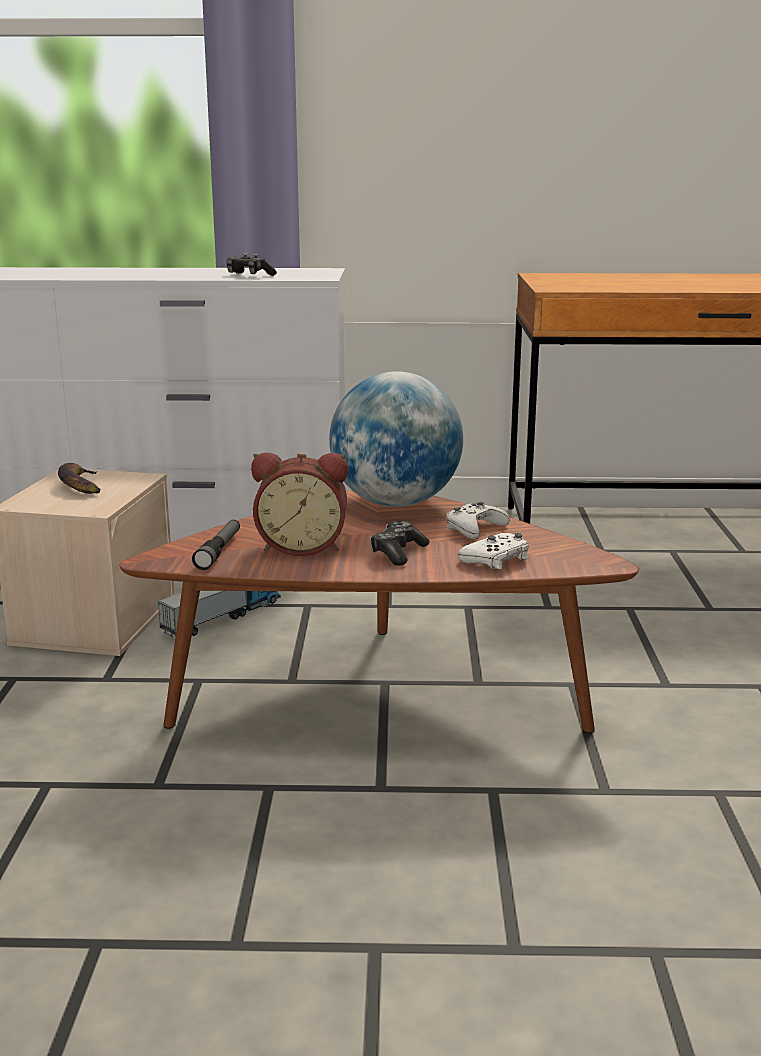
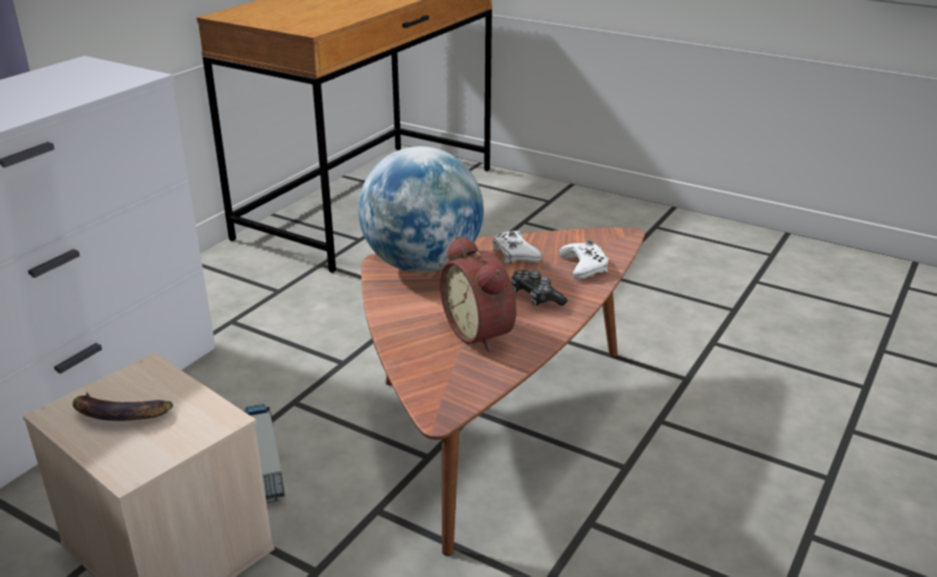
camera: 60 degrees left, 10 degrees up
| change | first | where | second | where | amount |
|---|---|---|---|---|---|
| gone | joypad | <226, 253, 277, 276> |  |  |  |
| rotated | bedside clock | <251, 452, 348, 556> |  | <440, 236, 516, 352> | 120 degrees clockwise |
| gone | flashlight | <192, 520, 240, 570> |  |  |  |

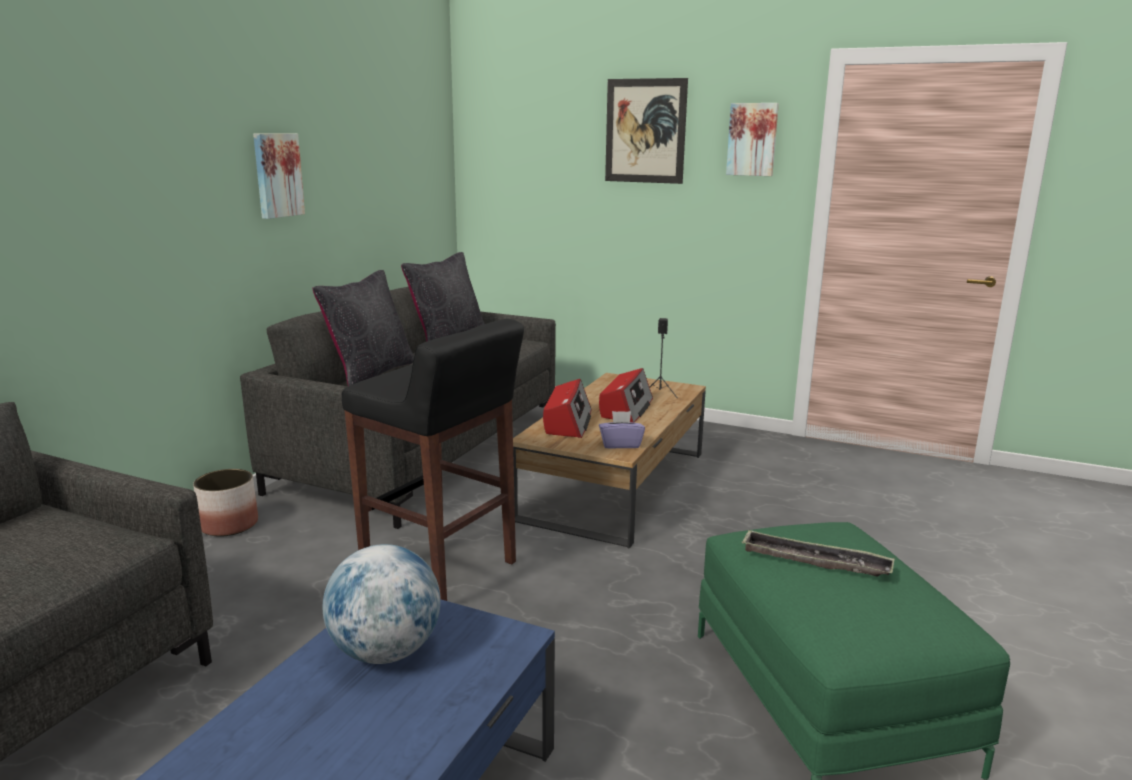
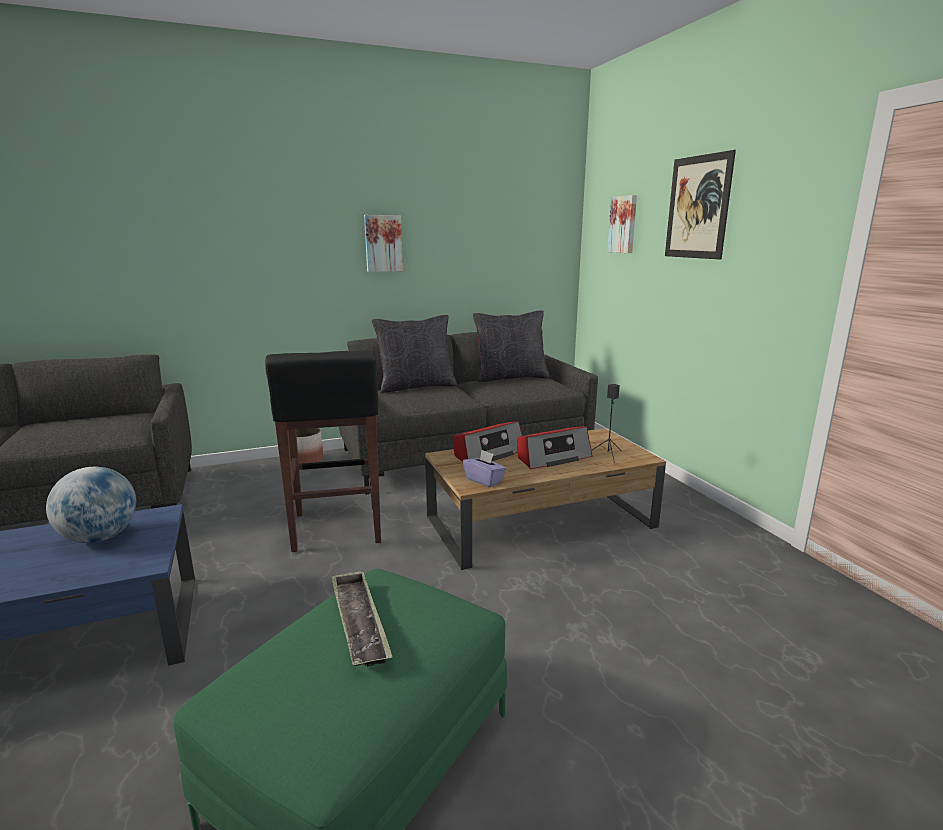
camera: 45 degrees right, 0 degrees up
| change | first | where | second | where | amount |
|---|---|---|---|---|---|
| shifted | wall art | <726, 103, 779, 176> |  | <607, 195, 637, 253> |  |

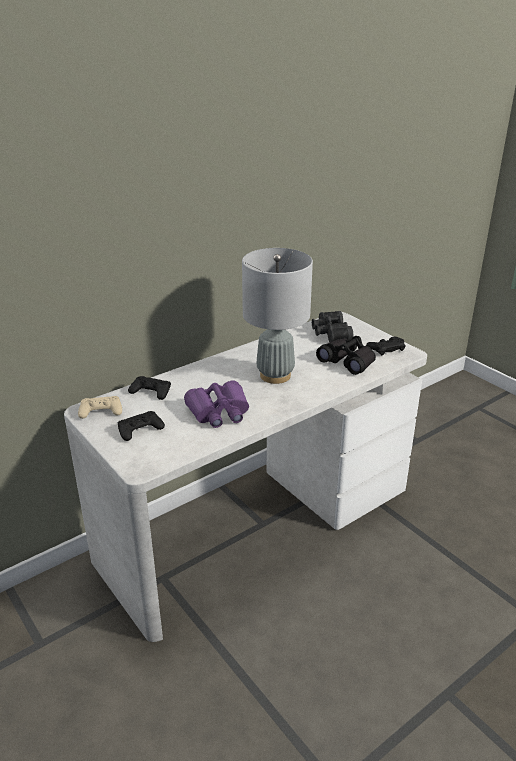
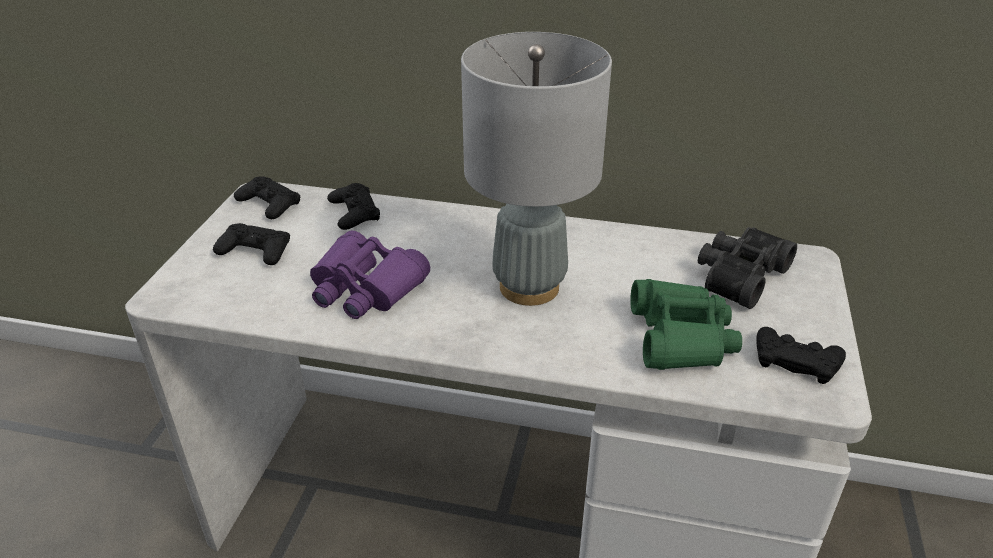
camera: 50 degrees right, 5 degrees up
| change | first | where | second | where | amount |
|---|---|---|---|---|---|
| repainted | black-coloured field glasses | <316, 336, 376, 375> | green-coloured field glasses | <630, 279, 742, 370> |  |
| repainted | beige joypad | <78, 396, 122, 419> | black-coloured joypad | <234, 177, 300, 219> |  |

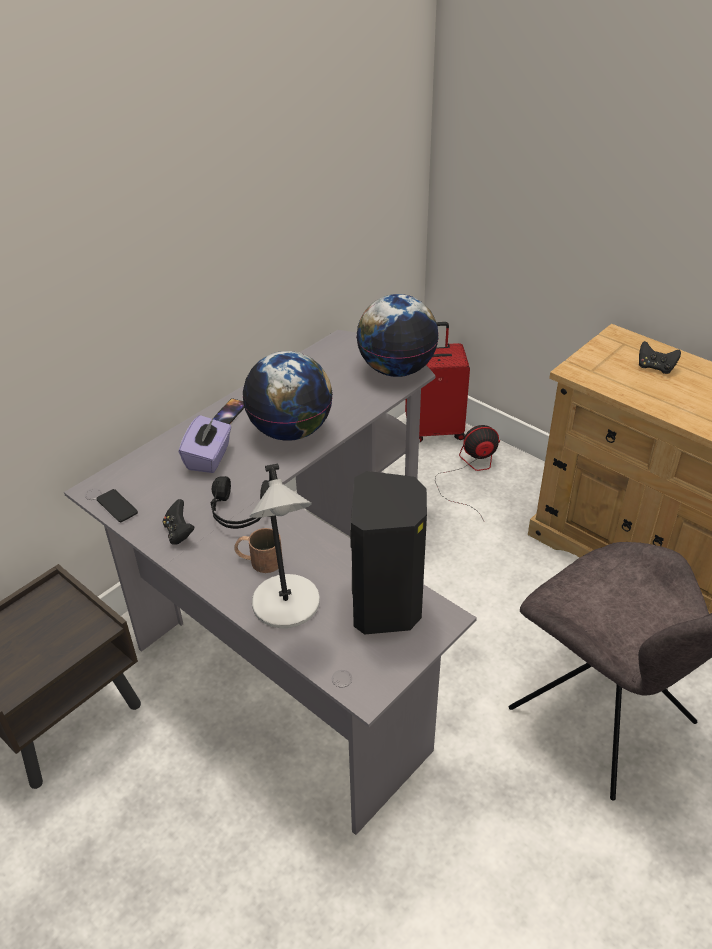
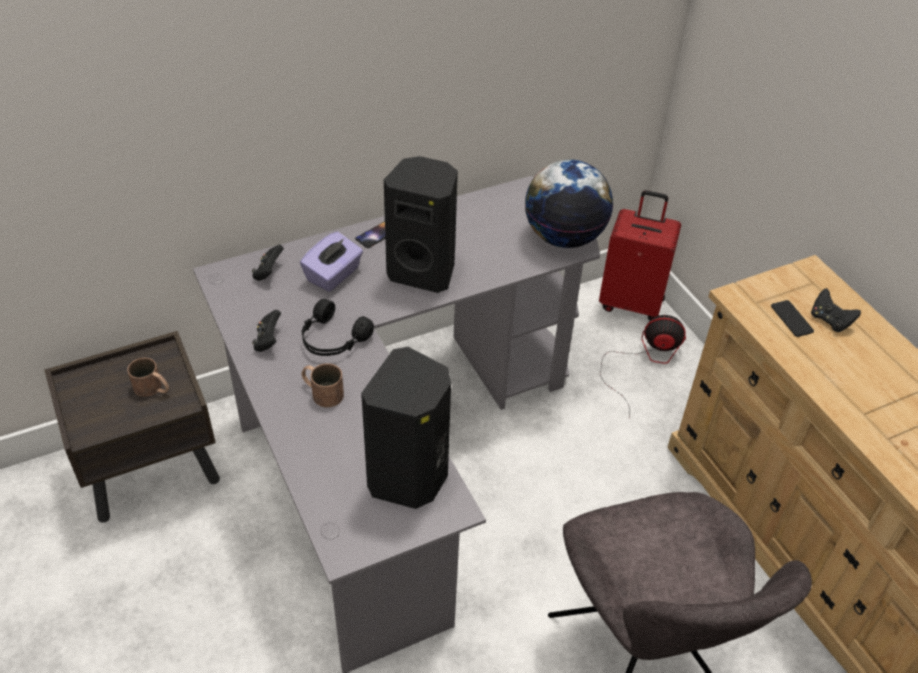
camera: 20 degrees right, 5 degrees up
| change | first | where | second | where | amount |
|---|---|---|---|---|---|
| swapped | desk globe | <243, 351, 333, 441> | black-coloured audio speaker | <384, 156, 458, 293> |  |
| gone | gray lamp for a table | <250, 464, 320, 628> |  |  |  |
| shifted | telephone | <96, 489, 138, 522> |  | <771, 300, 814, 337> |  |
| new |  |  | black-coloured joypad | <251, 245, 284, 281> |  |
| new |  |  | brown-coloured coffee mug | <127, 358, 169, 397> |  |

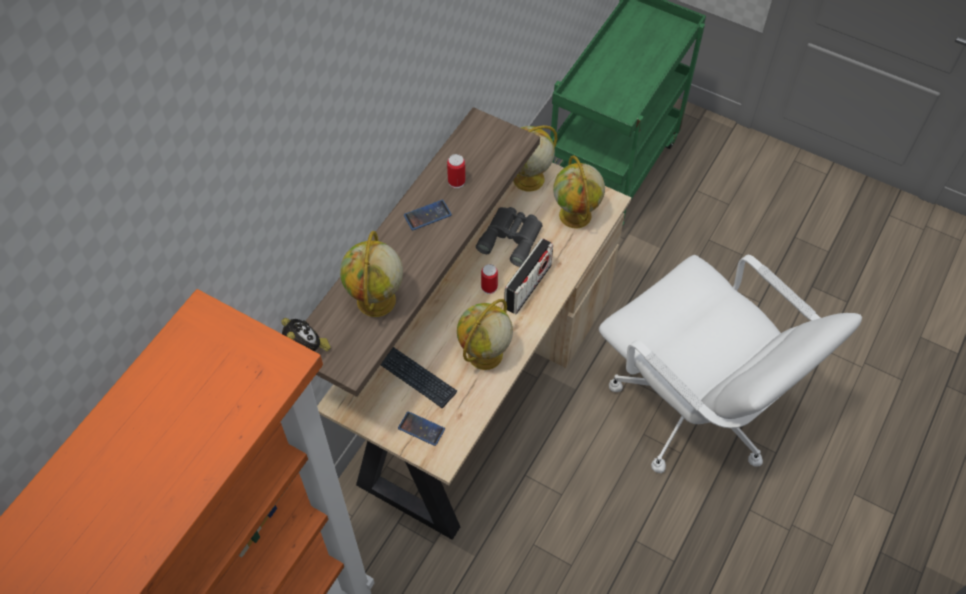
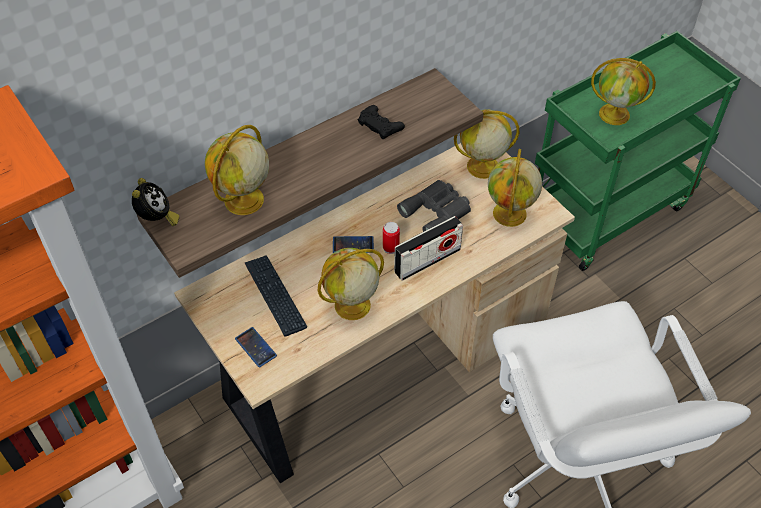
camera: 25 degrees right, 5 degrees down
| change | first | where | second | where | amount |
|---|---|---|---|---|---|
| swapped | metal can | <447, 154, 465, 188> | black-coloured joypad | <358, 105, 405, 140> |  |
| shifted | telephone | <404, 200, 452, 230> |  | <333, 236, 374, 253> |  |
| new |  |  | desk globe | <591, 58, 656, 125> |  |

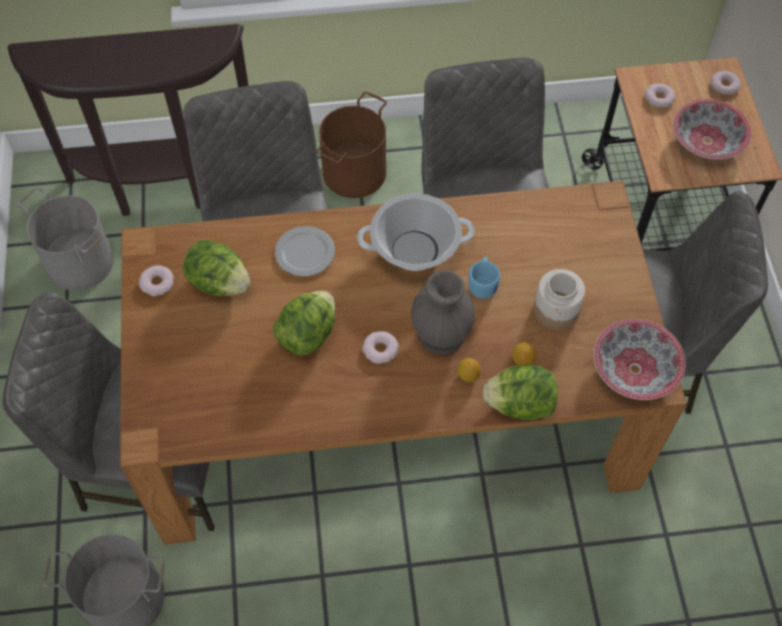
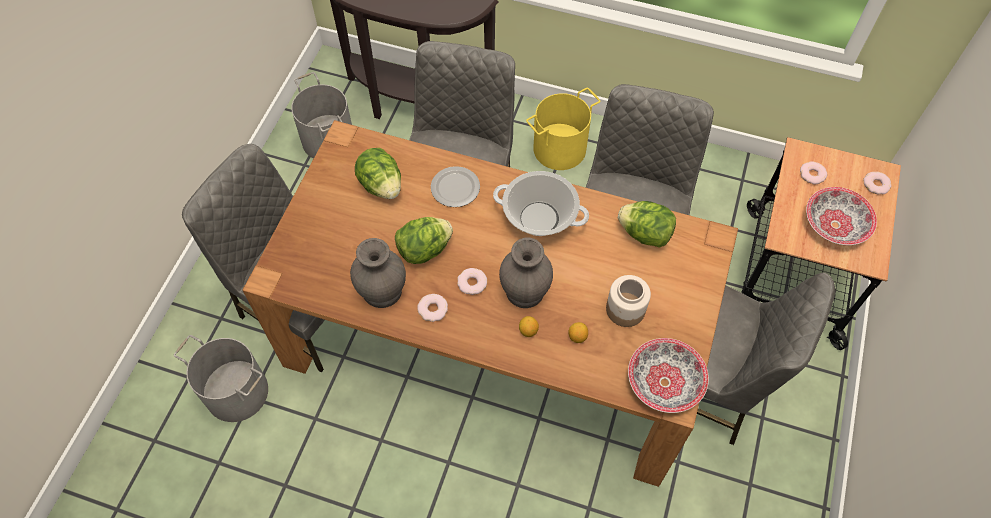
camera: 25 degrees right, 0 degrees up
| change | first | where | second | where | amount |
|---|---|---|---|---|---|
| repainted | brown-coloured bucket | <317, 92, 387, 198> | yellowish bucket | <526, 88, 600, 170> |  |
| gone | blue-coloured coffee mug | <468, 257, 500, 298> |  |  |  |
| shifted | doughnut | <139, 265, 174, 296> |  | <417, 294, 448, 322> |  |
| shifted | lettuce head | <483, 365, 558, 421> |  | <618, 201, 676, 248> |  |
| new |  |  | gray flower vase | <350, 238, 406, 308> |  |

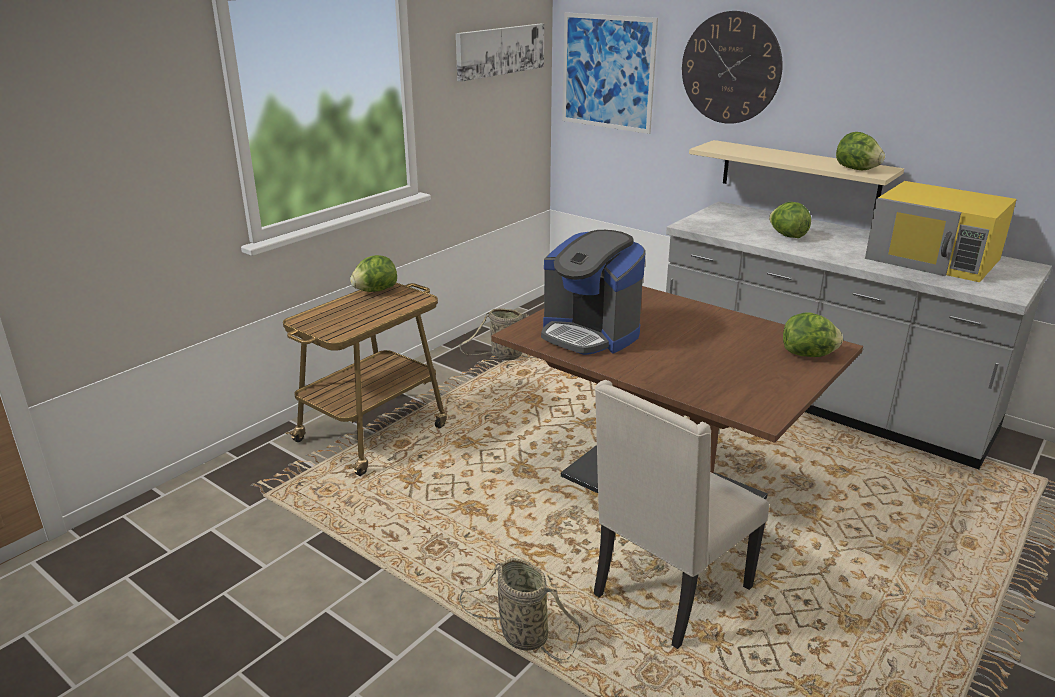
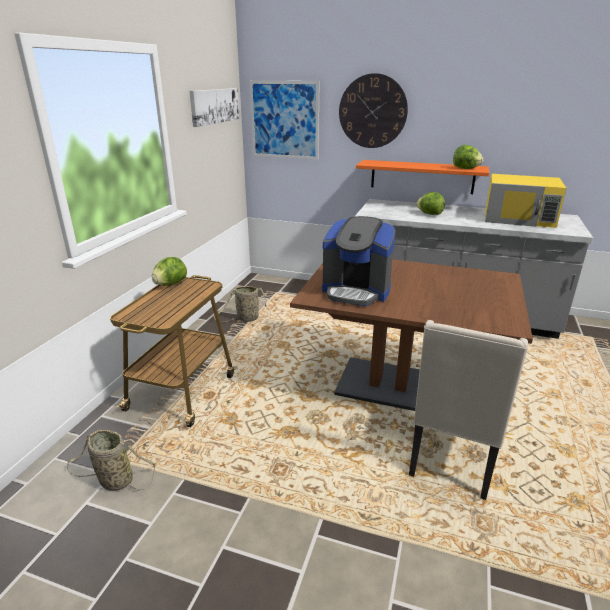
camera: 20 degrees left, 0 degrees up
| change | first | where | second | where | amount |
|---|---|---|---|---|---|
| repainted | beige wall shelf | <689, 140, 904, 208> | orangey wall shelf | <356, 160, 489, 194> |  |
| gone | lettuce head | <783, 313, 843, 357> |  |  |  |
| shifted | basket | <460, 558, 582, 660> |  | <67, 430, 156, 491> |  |

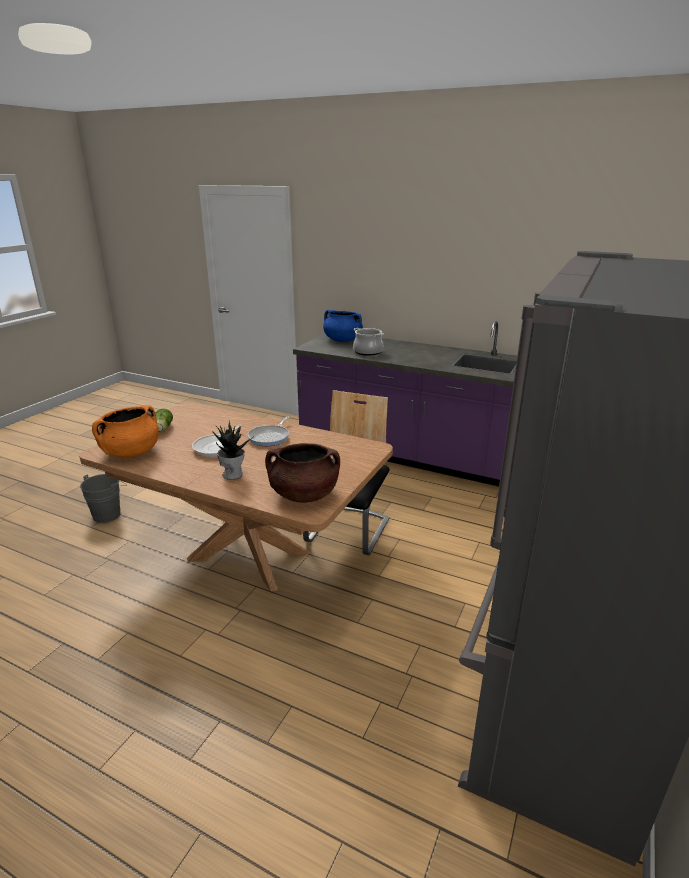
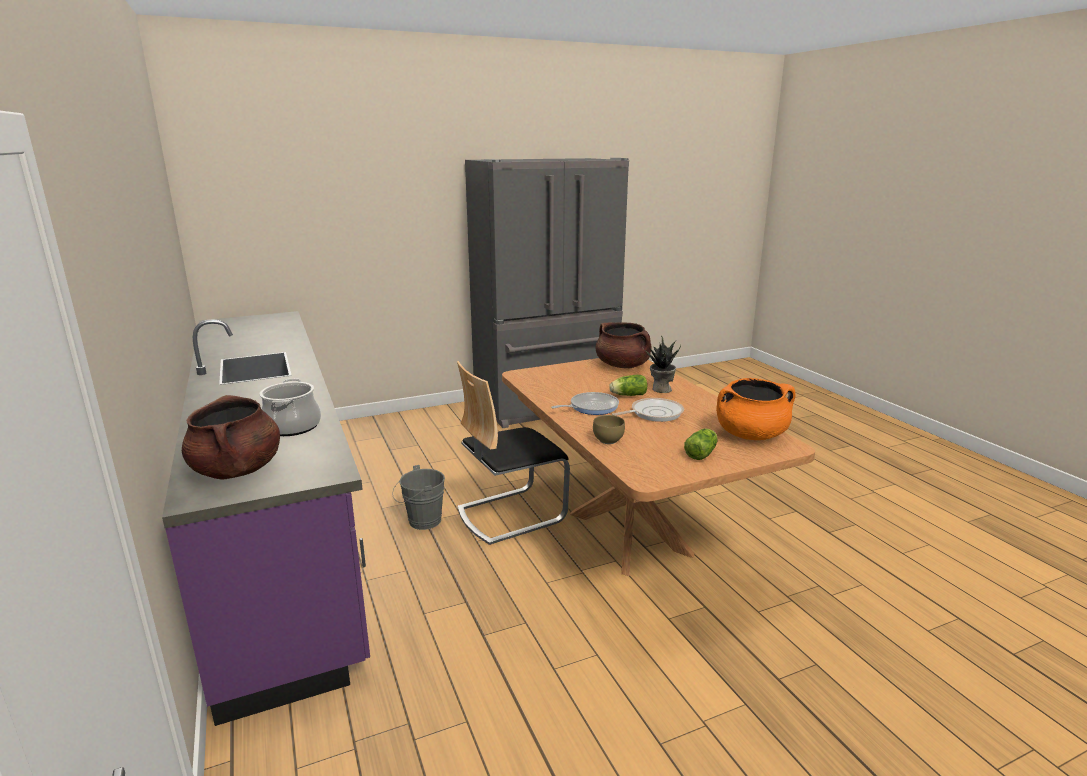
camera: 140 degrees left, 5 degrees down
| change | first | where | second | where | amount |
|---|---|---|---|---|---|
| repainted | blue-coloured saucepot | <323, 310, 363, 342> | brown-coloured saucepot | <182, 395, 280, 480> |  |
| shifted | gray bucket | <80, 474, 127, 523> |  | <392, 465, 445, 530> |  |
| new |  |  | lettuce head | <609, 375, 647, 396> |  |
| new |  |  | brown-coloured bowl | <593, 415, 625, 444> |  |

